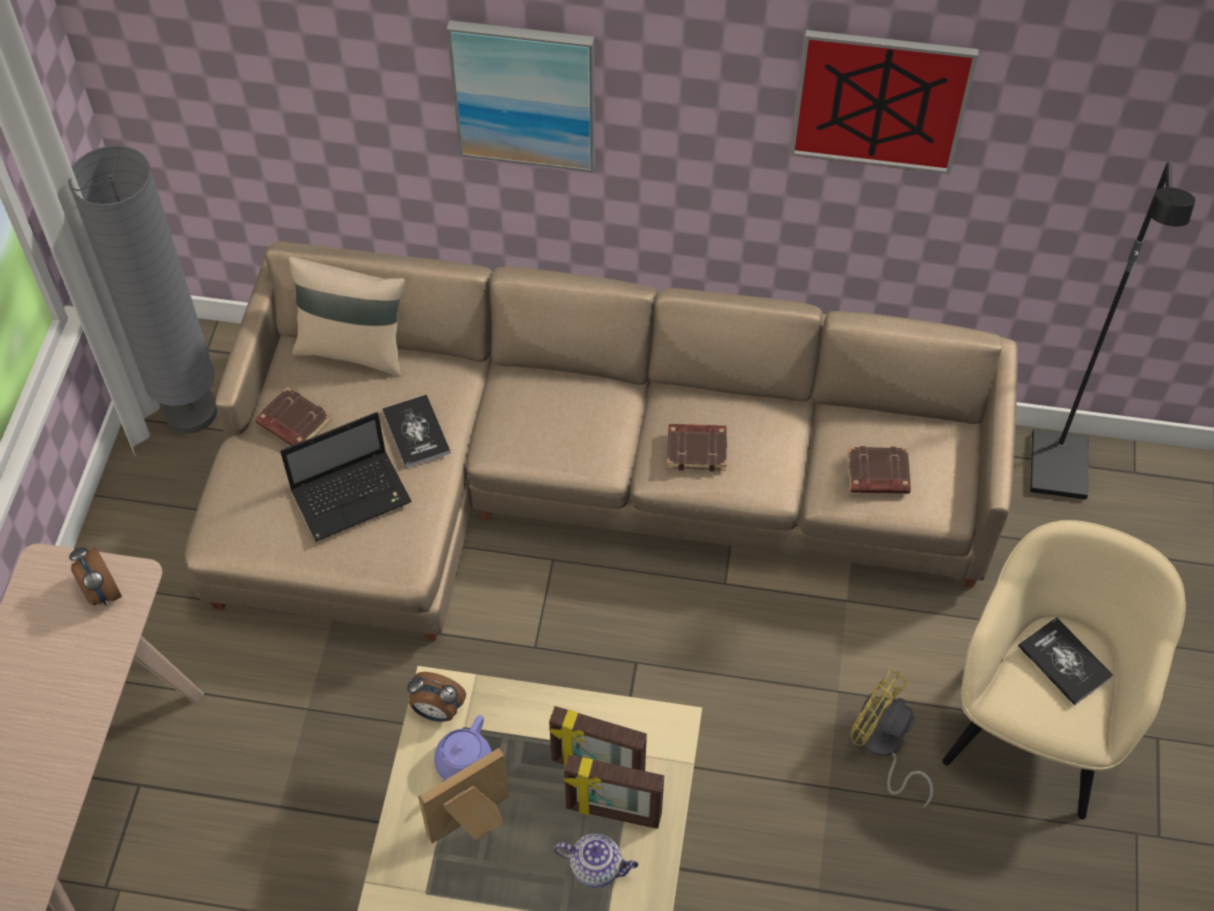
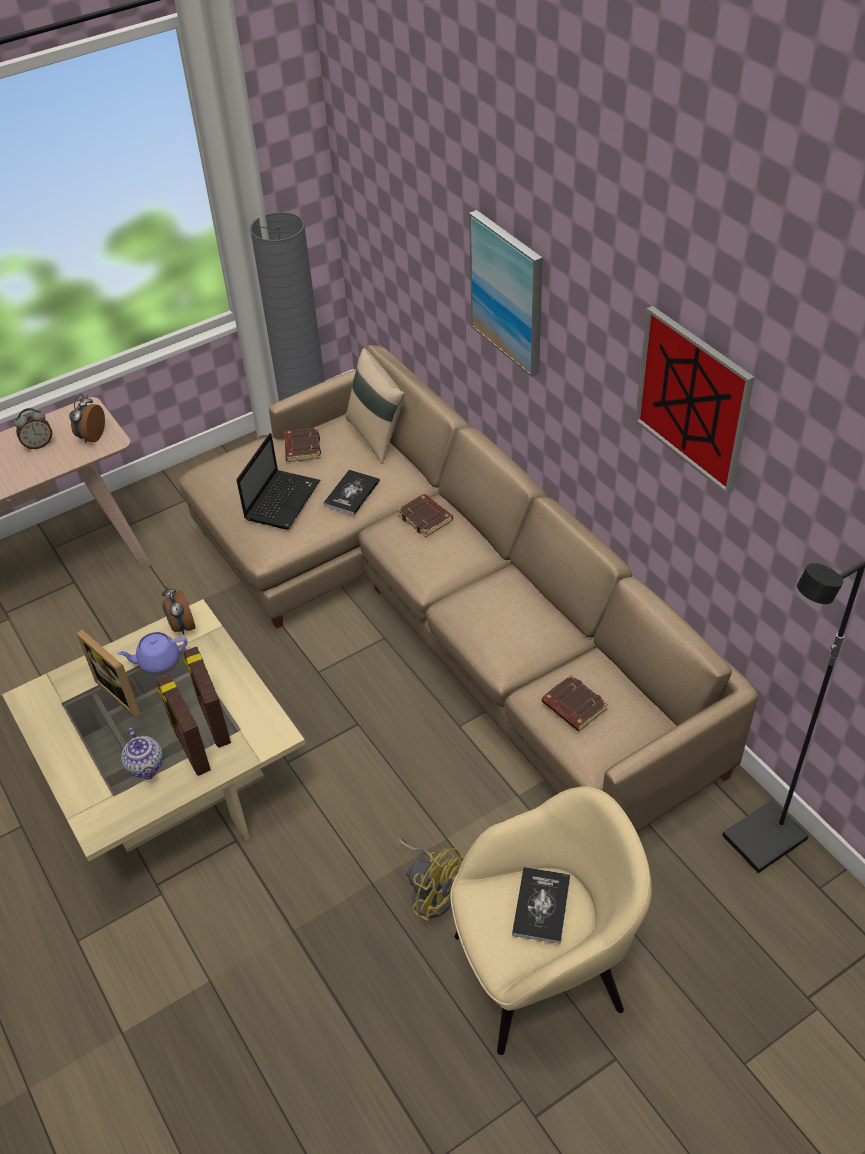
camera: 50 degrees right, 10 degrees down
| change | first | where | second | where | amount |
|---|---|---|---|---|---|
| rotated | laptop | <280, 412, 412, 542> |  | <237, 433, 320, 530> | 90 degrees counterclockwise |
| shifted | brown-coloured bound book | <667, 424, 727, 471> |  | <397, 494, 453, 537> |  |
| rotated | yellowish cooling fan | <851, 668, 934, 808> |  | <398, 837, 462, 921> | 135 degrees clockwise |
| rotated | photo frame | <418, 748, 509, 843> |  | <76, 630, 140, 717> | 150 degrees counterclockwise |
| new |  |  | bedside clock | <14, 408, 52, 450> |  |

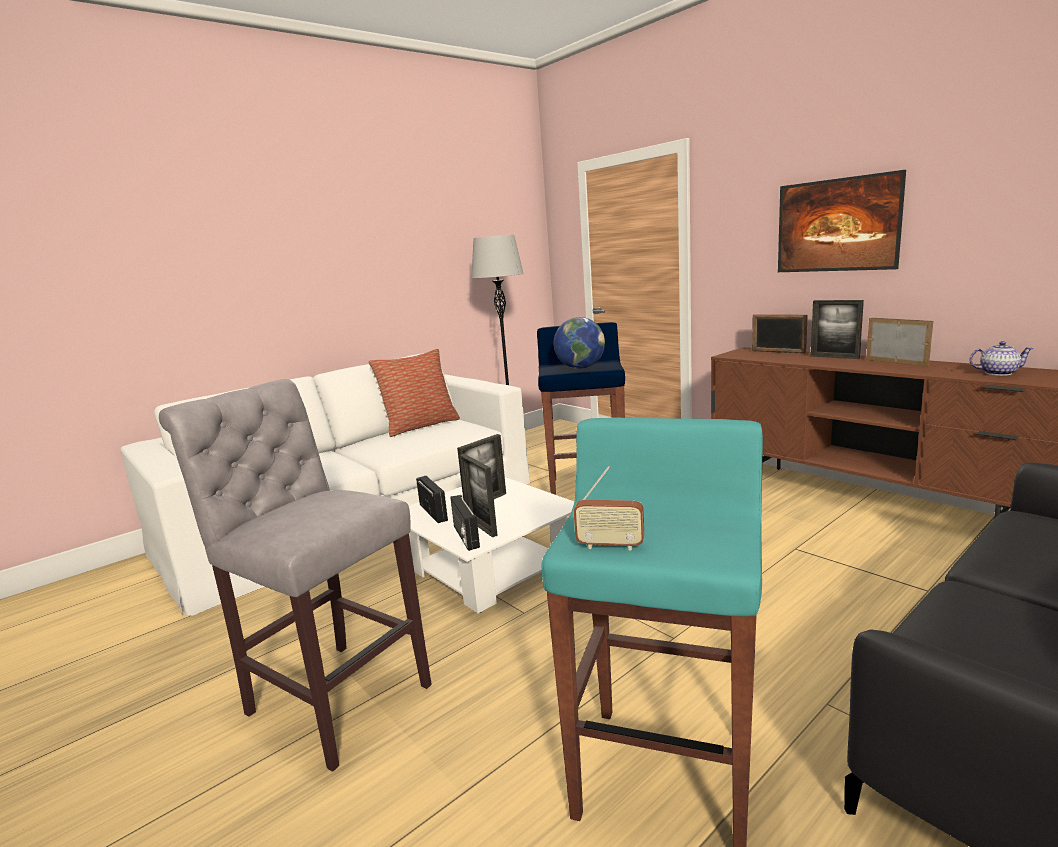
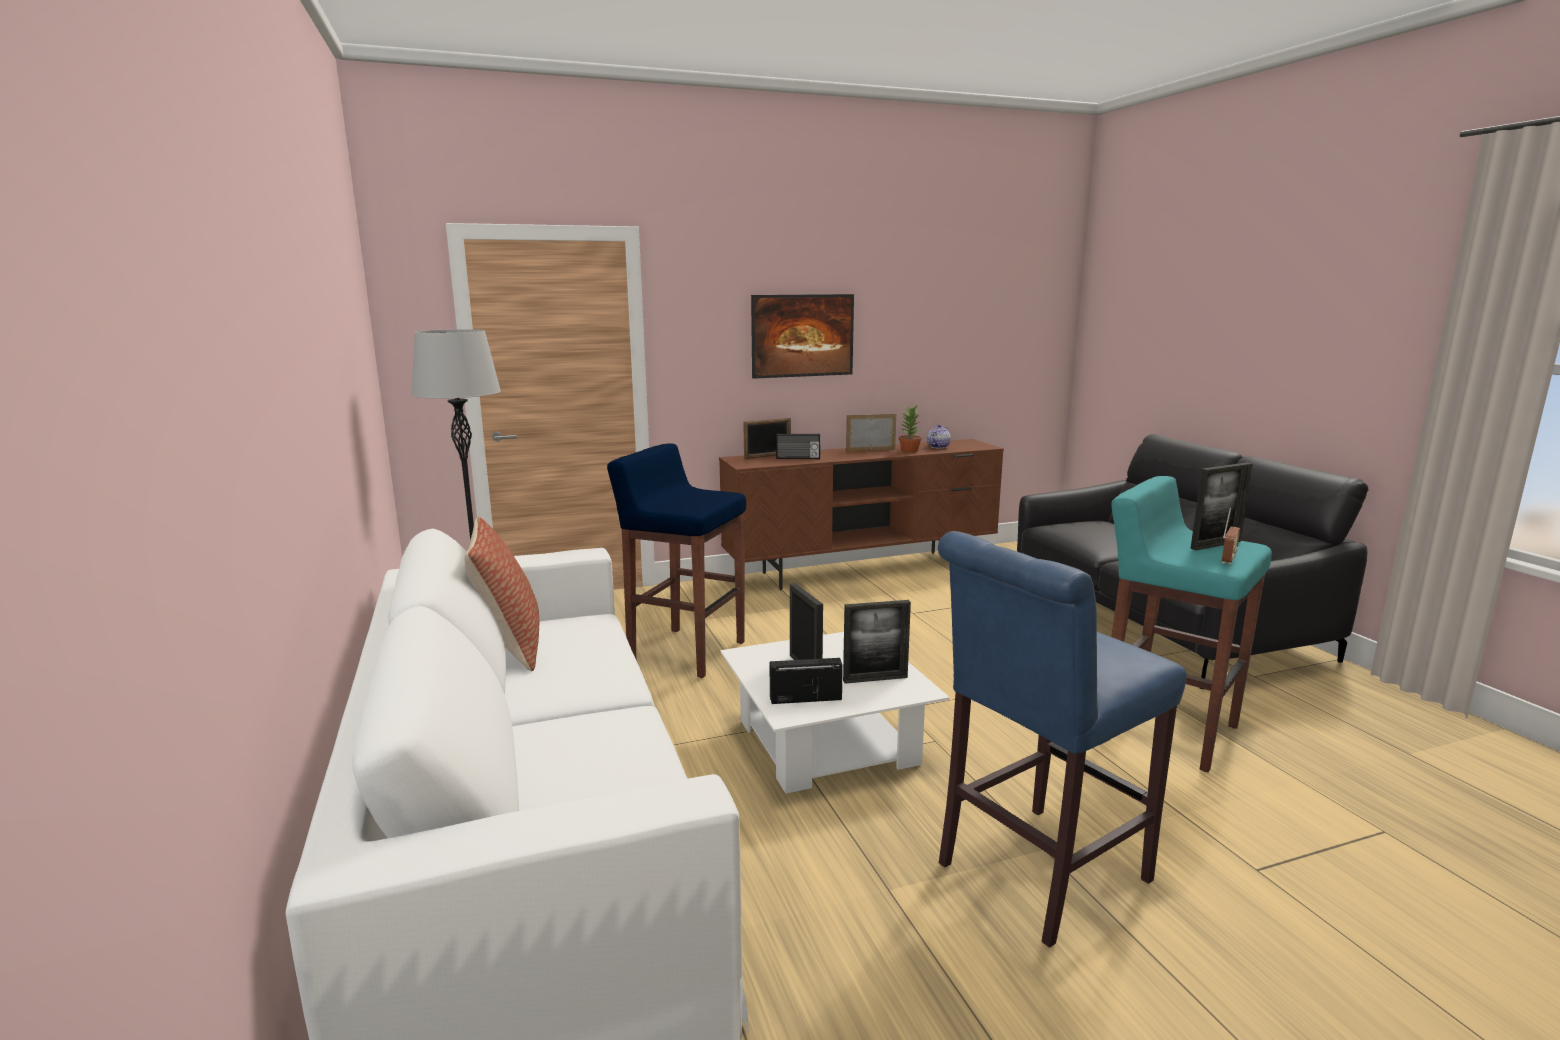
camera: 70 degrees left, 0 degrees up
| change | first | where | second | where | amount |
|---|---|---|---|---|---|
| shifted | photo frame | <811, 300, 864, 359> |  | <1190, 462, 1253, 550> |  |
| gone | desk globe | <554, 317, 605, 369> |  |  |  |
| repainted | gray stool | <159, 379, 432, 772> | blue-coloured stool | <938, 531, 1187, 948> |  |
| shifted | radio | <450, 495, 480, 551> |  | <776, 433, 820, 459> |  |
| new |  |  | potted plant | <899, 404, 922, 452> |  |

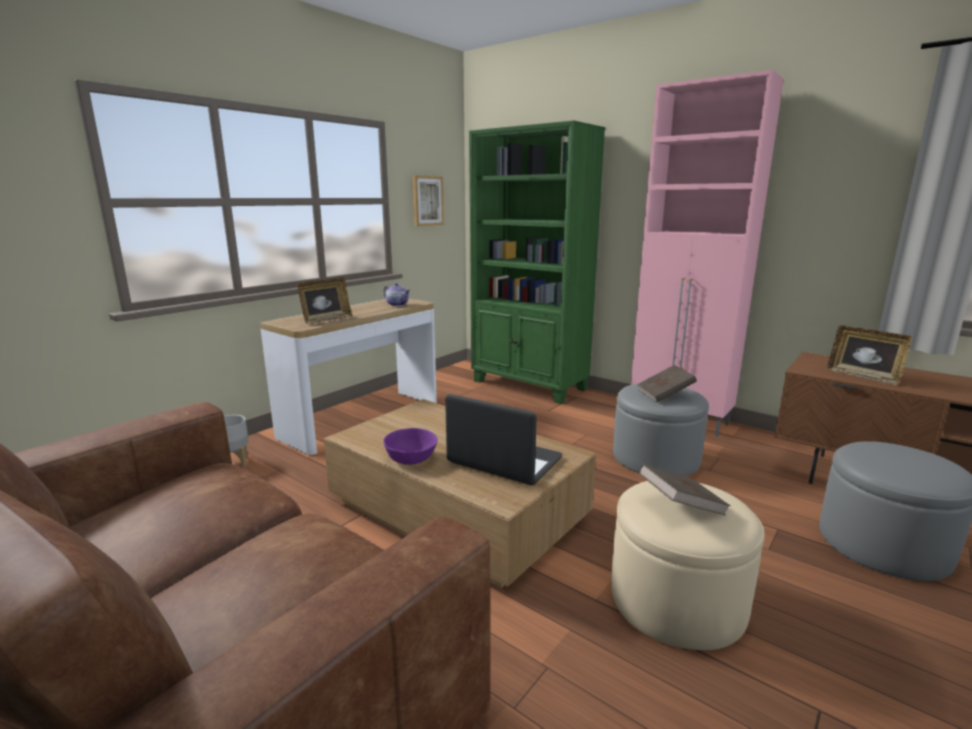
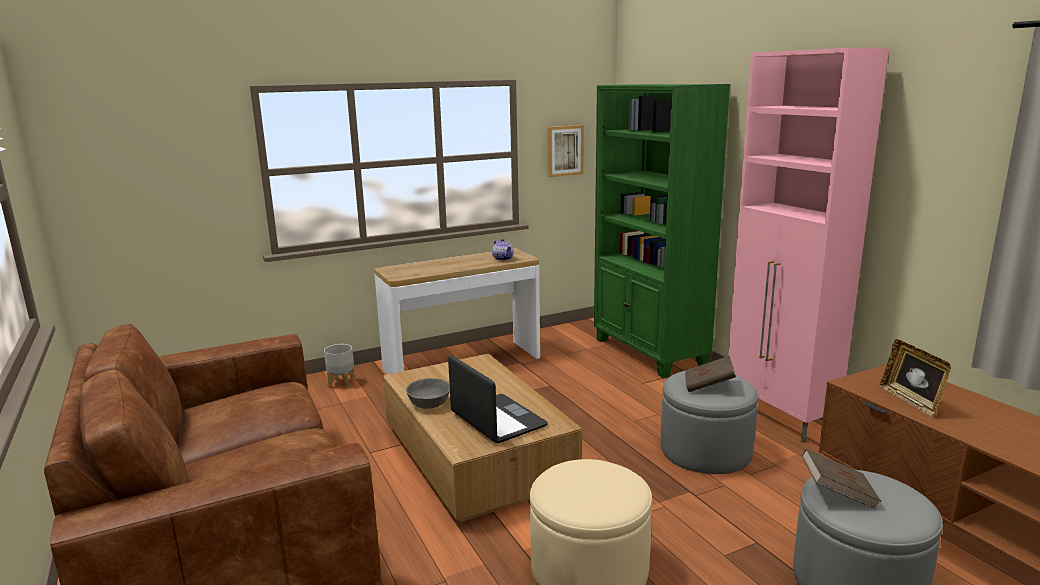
camera: 25 degrees right, 0 degrees up
| change | first | where | second | where | amount |
|---|---|---|---|---|---|
| gone | photo frame | <298, 278, 353, 324> |  |  |  |
| repainted | purple bowl | <383, 428, 437, 465> | gray bowl | <406, 378, 450, 409> |  |
| shifted | brown-coloured bound book | <639, 464, 731, 516> |  | <802, 449, 881, 509> |  |

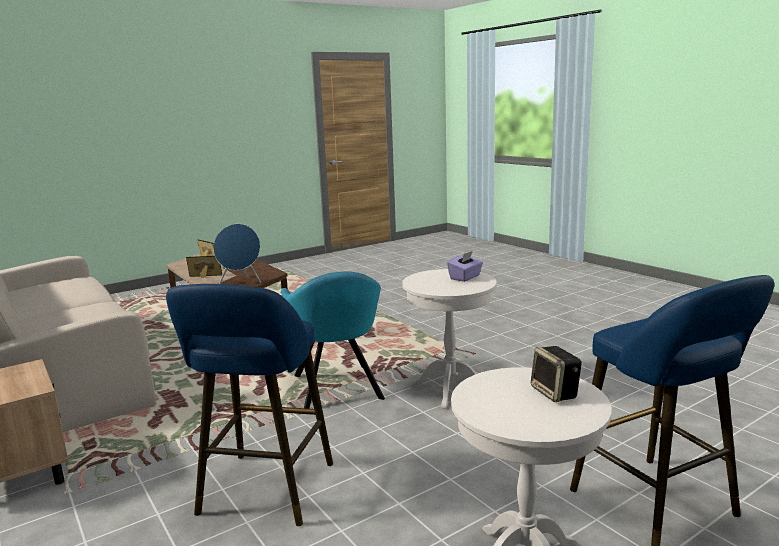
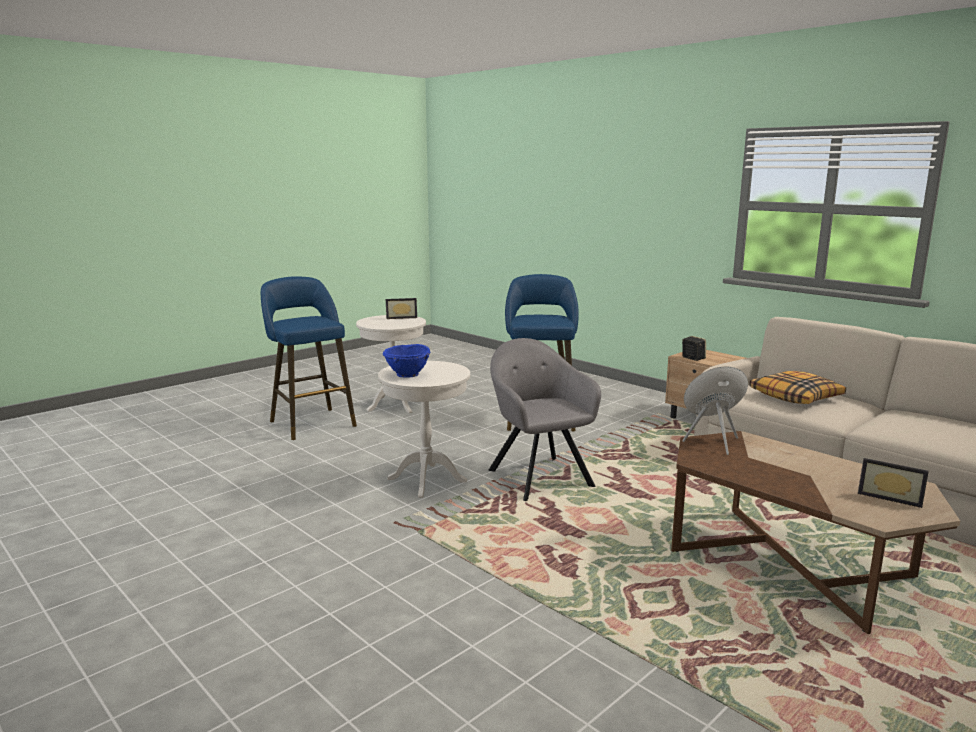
camera: 170 degrees right, 0 degrees up
| change | first | where | second | where | amount |
|---|---|---|---|---|---|
| swapped | purple tissue holder | <447, 251, 483, 282> | blue-coloured bowl | <383, 344, 430, 378> |  |
| shifted | photo frame | <186, 256, 222, 278> |  | <386, 298, 417, 319> |  |
| repainted | blue-green armchair | <281, 271, 385, 409> | gray armchair | <489, 338, 601, 501> |  |
| shifted | audio speaker | <531, 346, 582, 402> |  | <682, 336, 706, 361> |  |
| new |  |  | cushion | <749, 371, 846, 404> |  |

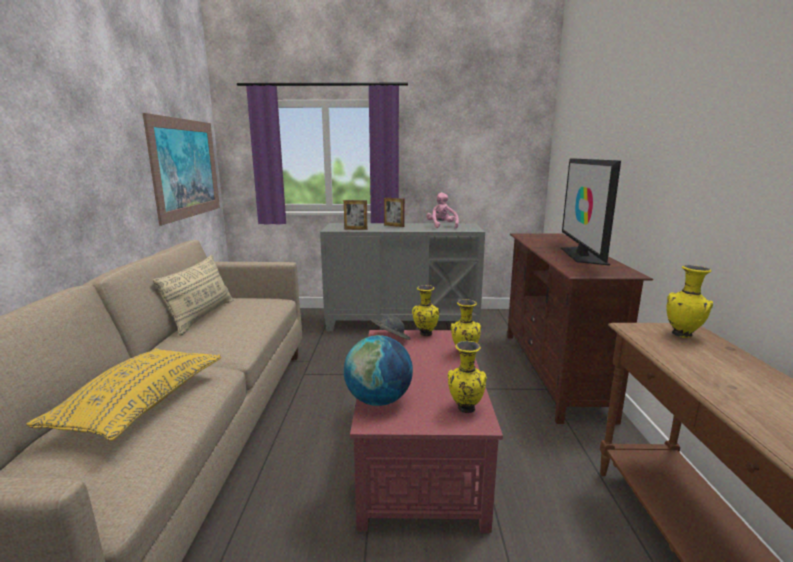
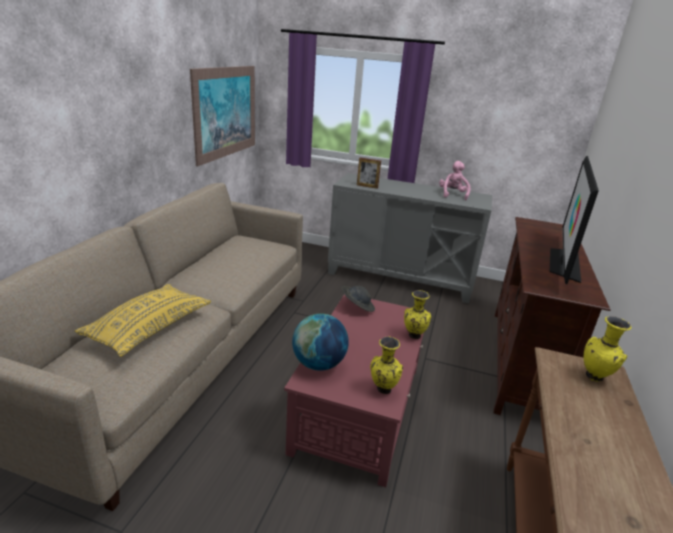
camera: 15 degrees right, 10 degrees up
| change | first | where | second | where | amount |
|---|---|---|---|---|---|
| gone | photo frame | <384, 198, 405, 227> |  |  |  |
| gone | beige cushion | <153, 255, 233, 336> |  |  |  |
| gone | yellowish flower vase | <412, 285, 440, 336> |  |  |  |

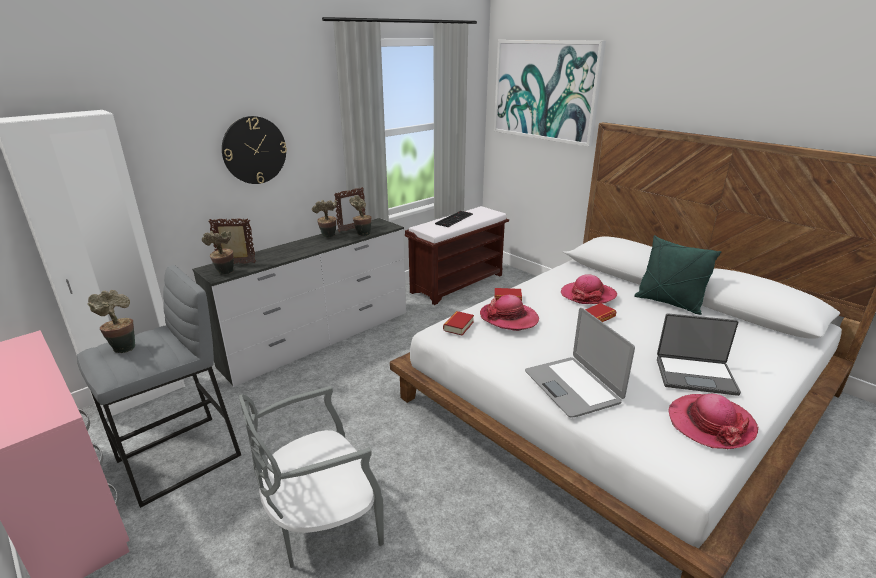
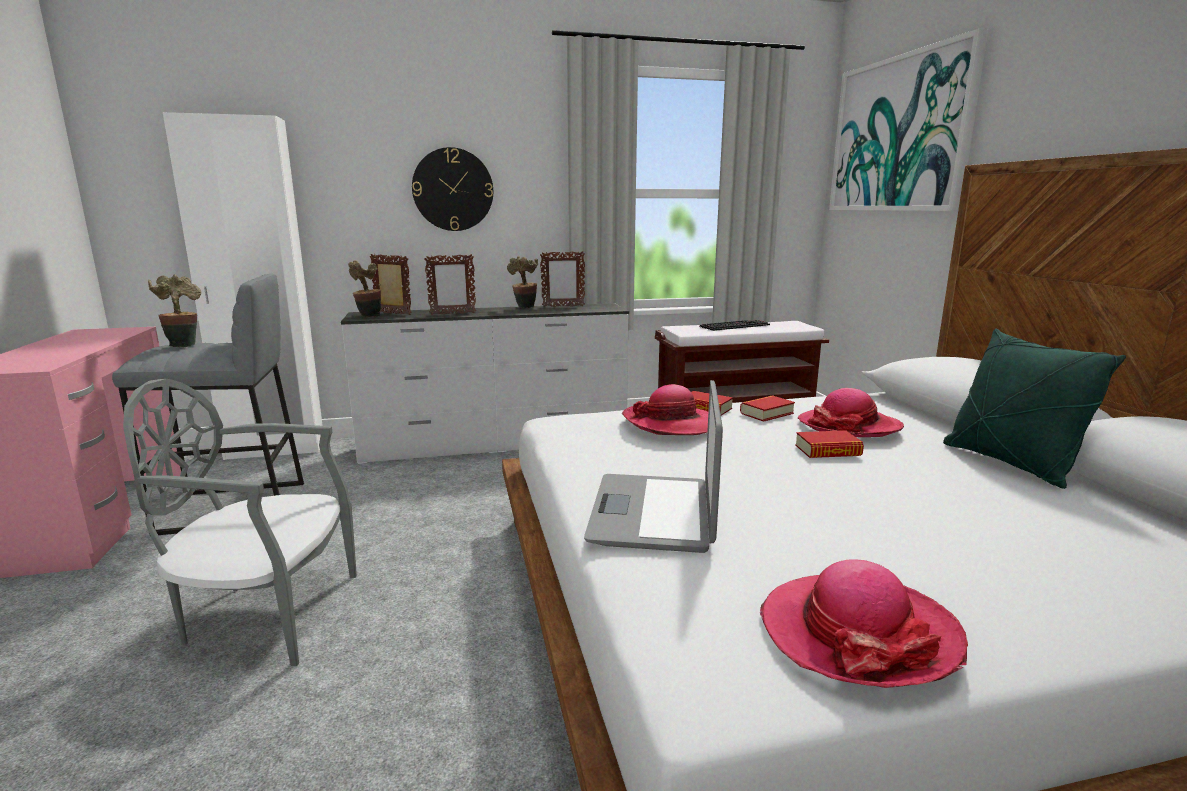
camera: 30 degrees right, 10 degrees down
| change | first | where | second | where | amount |
|---|---|---|---|---|---|
| gone | potted plant | <349, 195, 371, 236> |  |  |  |
| shifted | bound book | <443, 311, 474, 335> |  | <740, 395, 795, 422> |  |
| gone | laptop | <657, 313, 741, 396> |  |  |  |
| new |  |  | photo frame | <424, 254, 476, 315> |  |

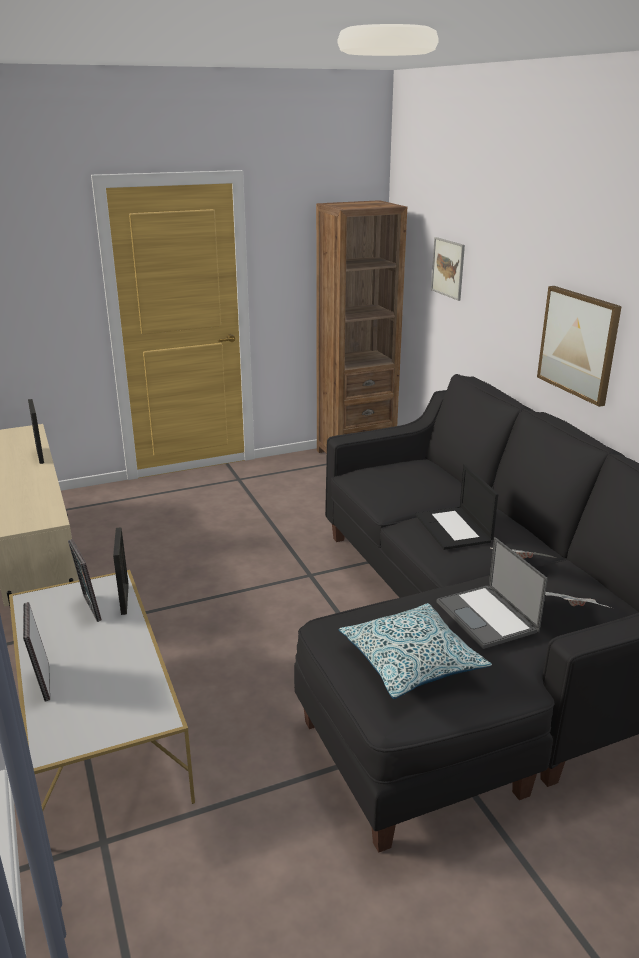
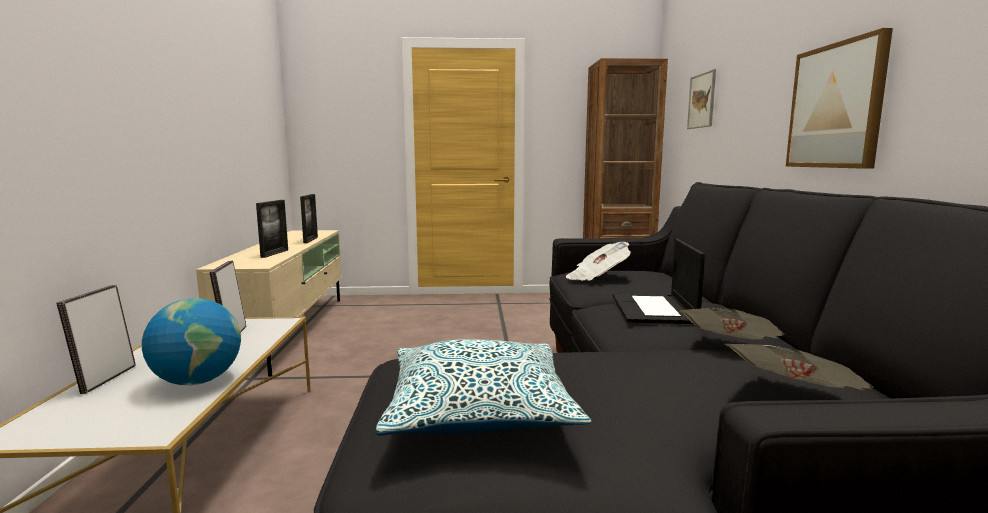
camera: 20 degrees right, 15 degrees down
| change | first | where | second | where | amount |
|---|---|---|---|---|---|
| shifted | photo frame | <113, 527, 129, 615> |  | <256, 200, 288, 258> |  |
| gone | laptop | <437, 537, 548, 649> |  |  |  |
| new |  |  | newspaper | <566, 242, 631, 281> |  |
| new |  |  | desk globe | <142, 298, 241, 385> |  |

